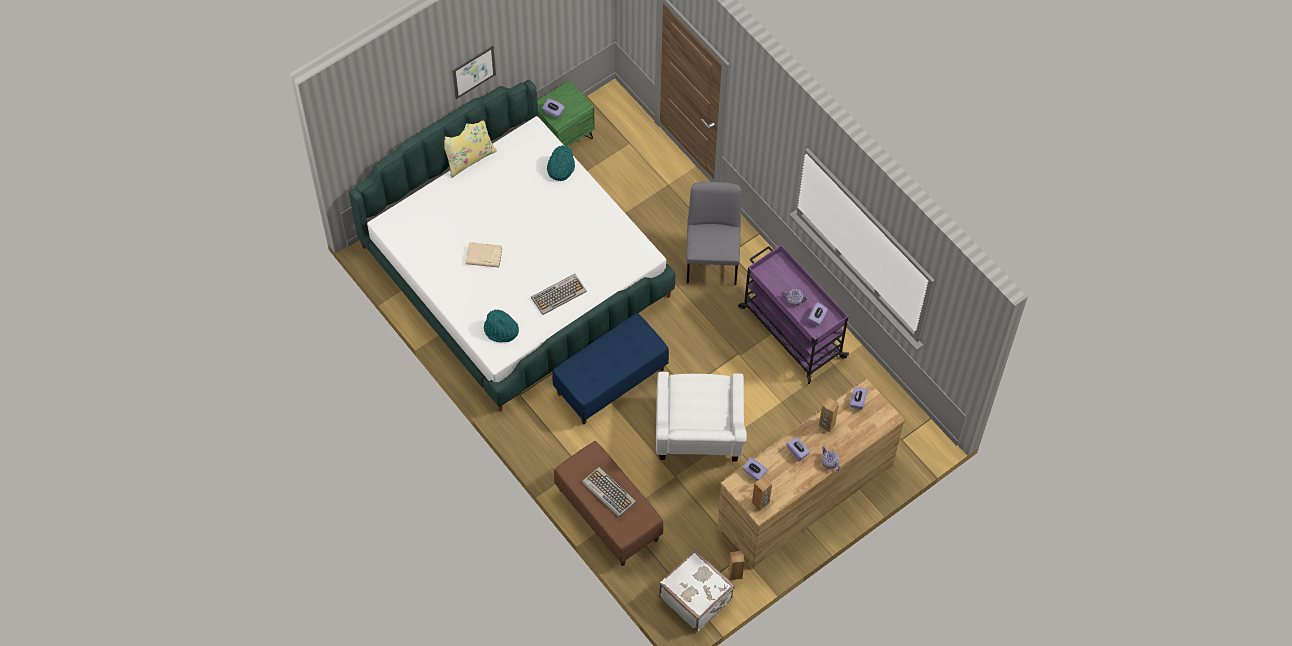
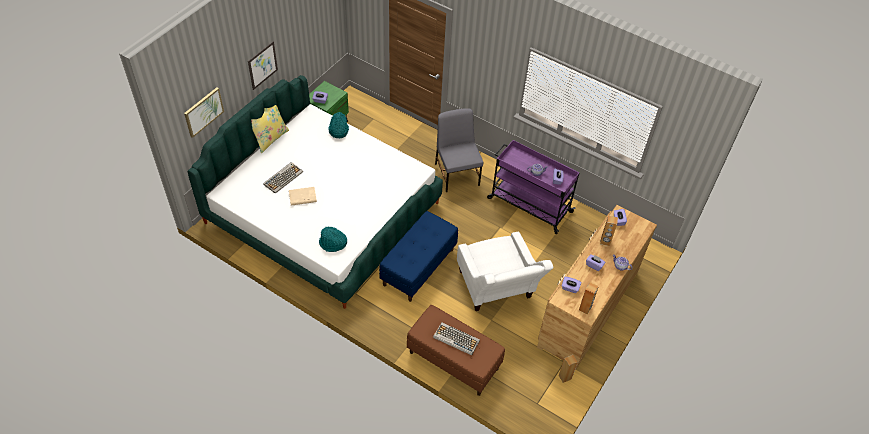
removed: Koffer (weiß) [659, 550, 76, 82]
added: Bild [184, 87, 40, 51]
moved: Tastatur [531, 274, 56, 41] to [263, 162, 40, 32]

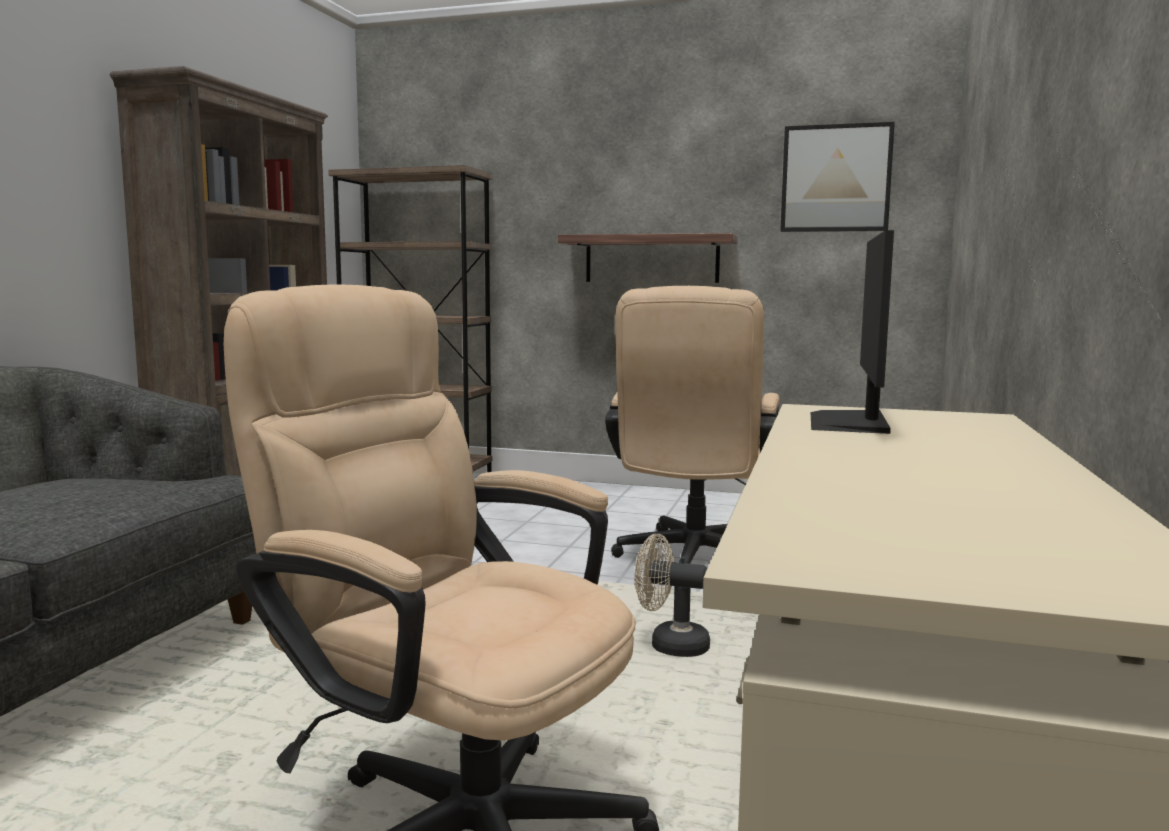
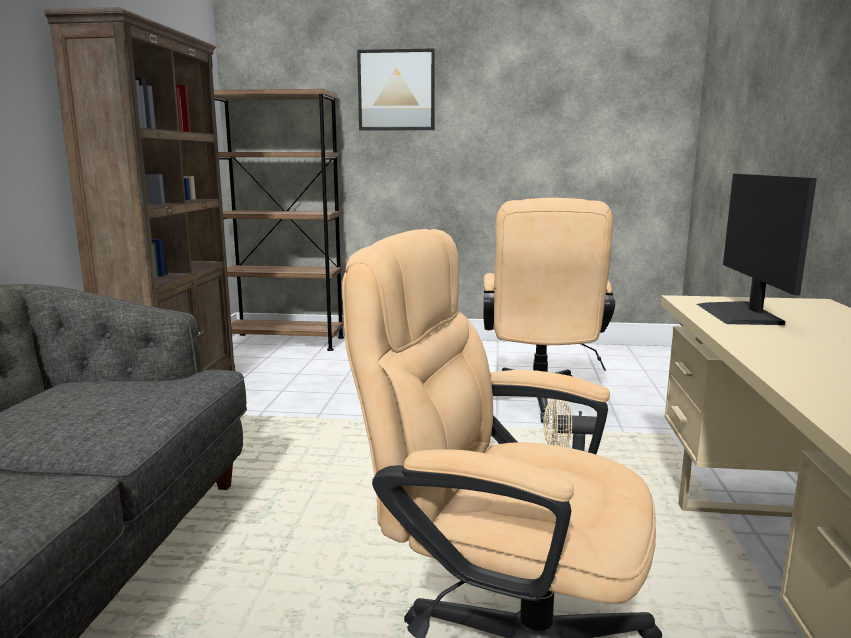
removed: Wandregal [558, 233, 180, 50]
moved: Bild [780, 122, 115, 110] to [357, 48, 78, 83]

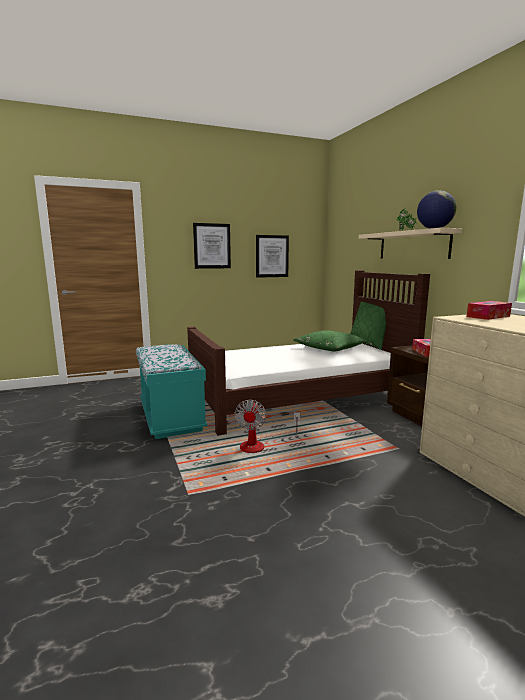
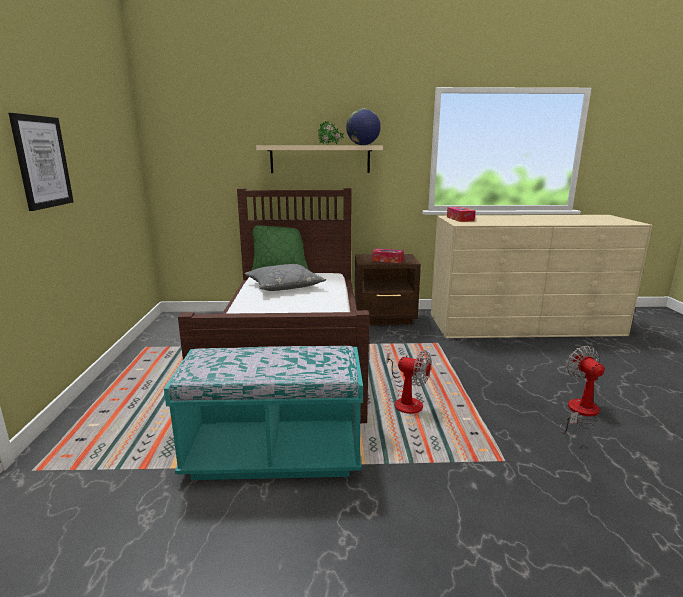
removed: Bild [256, 235, 33, 43]
added: Ventilator [560, 346, 45, 88]
recoloured: Kissen (grün) [293, 330, 75, 21] to Kissen (grau) [245, 264, 81, 27]

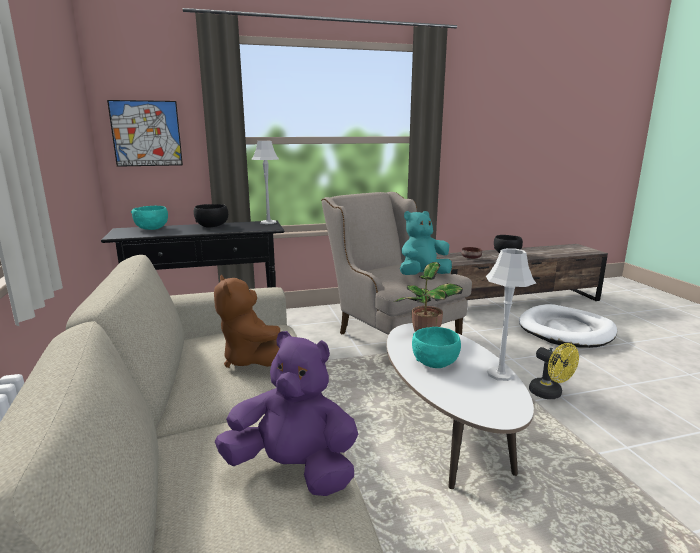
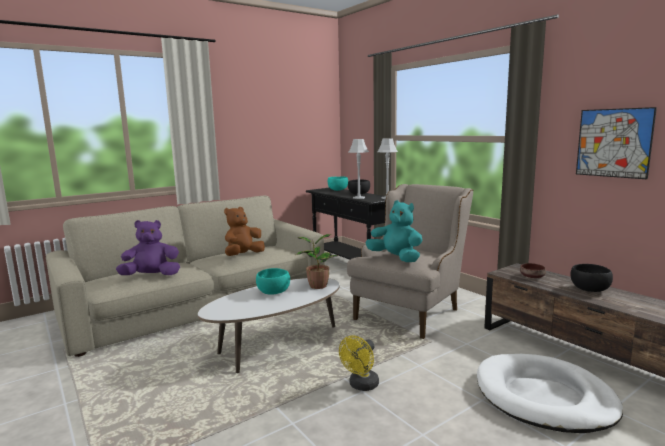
moved: Bild [107, 100, 76, 67] to [576, 107, 81, 72]; Tischlampe (grau) [486, 248, 50, 133] to [349, 139, 20, 60]
turned: Plüschtier (lila) [215, 331, 143, 165] = [116, 220, 64, 55] 105 degrees counterclockwise

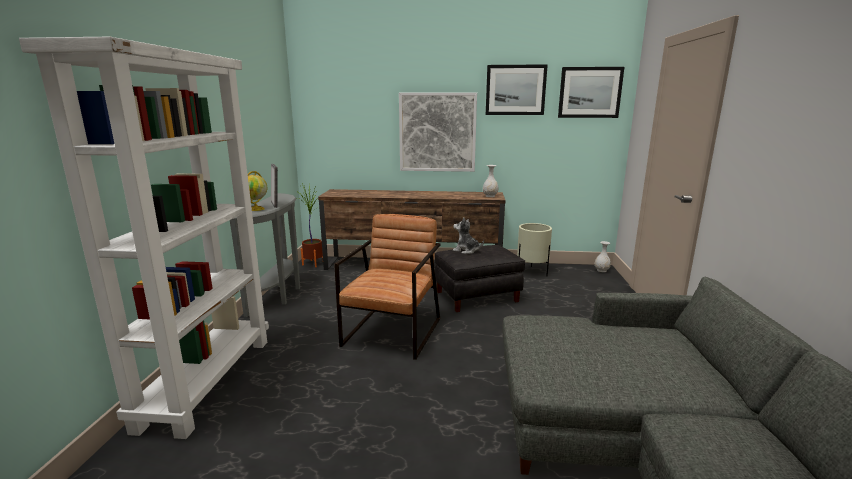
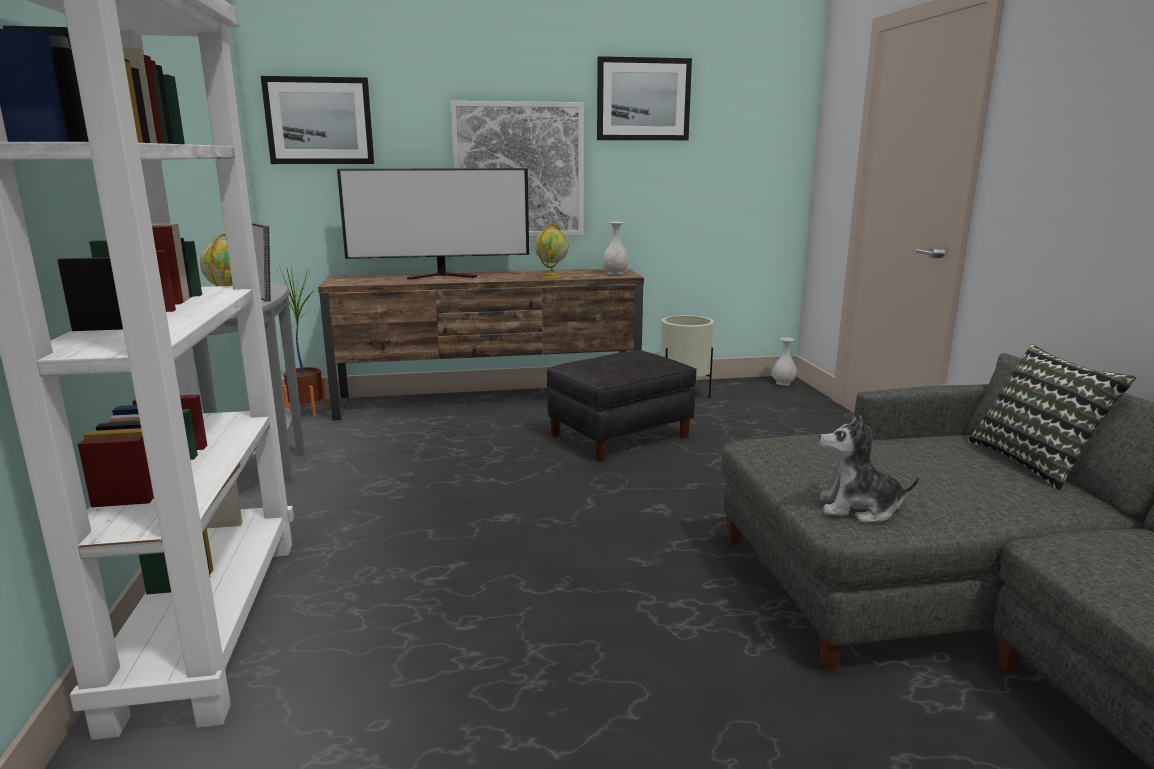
removed: Sessel (braun) [334, 214, 106, 146]
added: Fernseher [337, 168, 192, 112]; Globus [535, 224, 34, 54]; Kissen [968, 345, 168, 146]
moved: Plüschtier [453, 217, 31, 37] to [819, 415, 101, 108]; Bild [558, 67, 66, 51] to [261, 76, 113, 88]

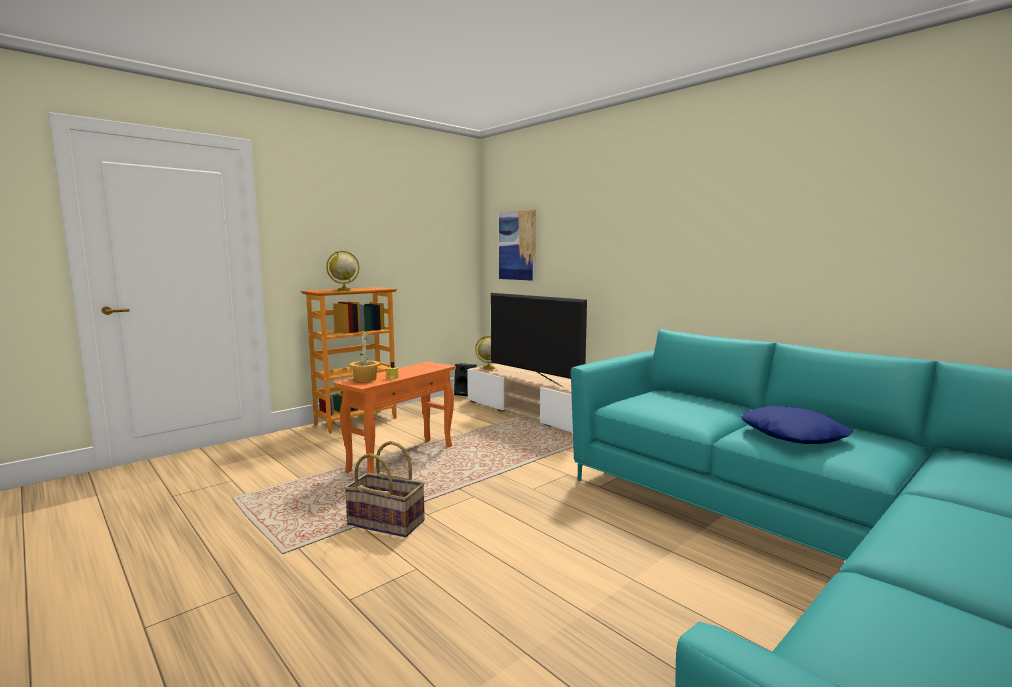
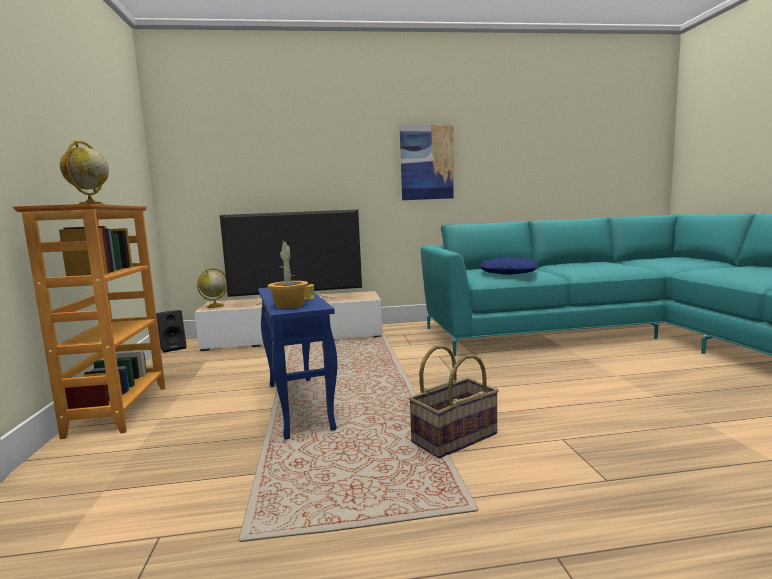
moved: Bild [499, 209, 37, 72] to [400, 124, 55, 76]; Kissen (blau) [741, 406, 112, 38] to [480, 257, 58, 18]
recoloured: Beistelltisch (orange) [334, 362, 122, 112] to Beistelltisch (blau) [258, 288, 79, 151]

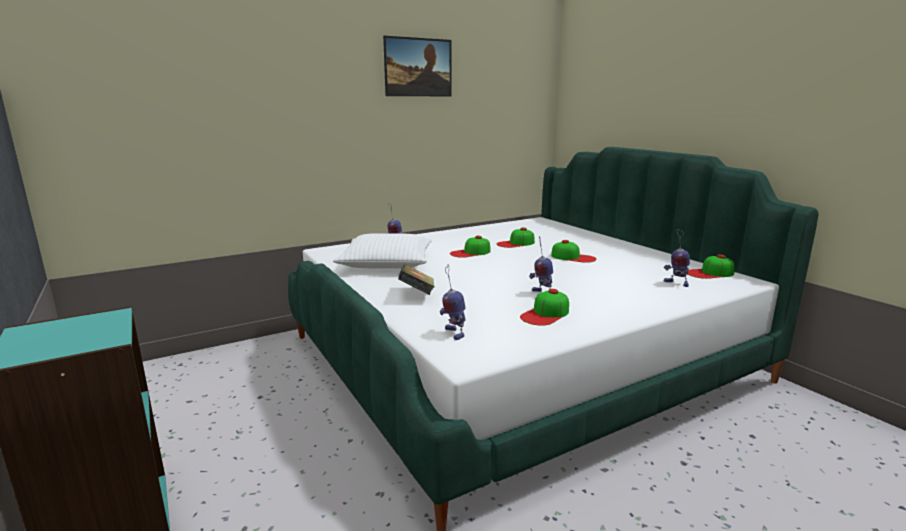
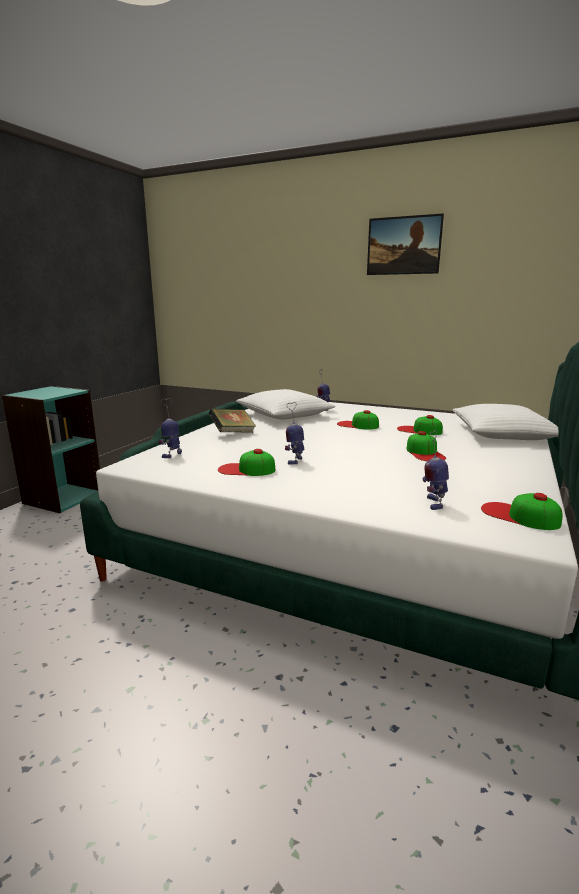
added: Kissen (weiß) [453, 404, 106, 36]

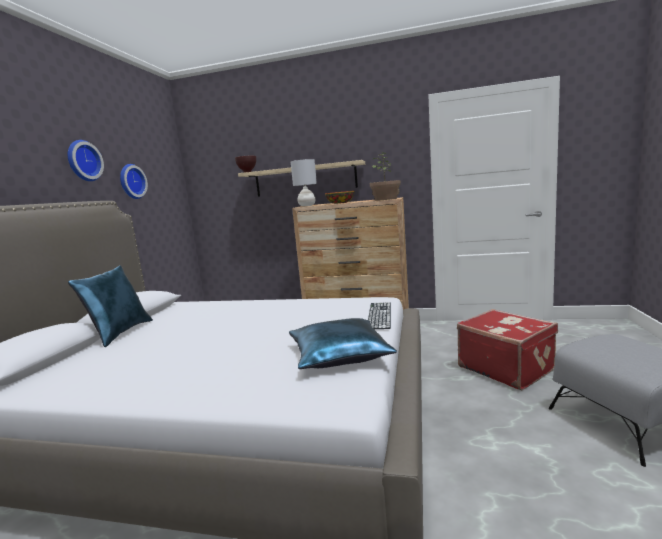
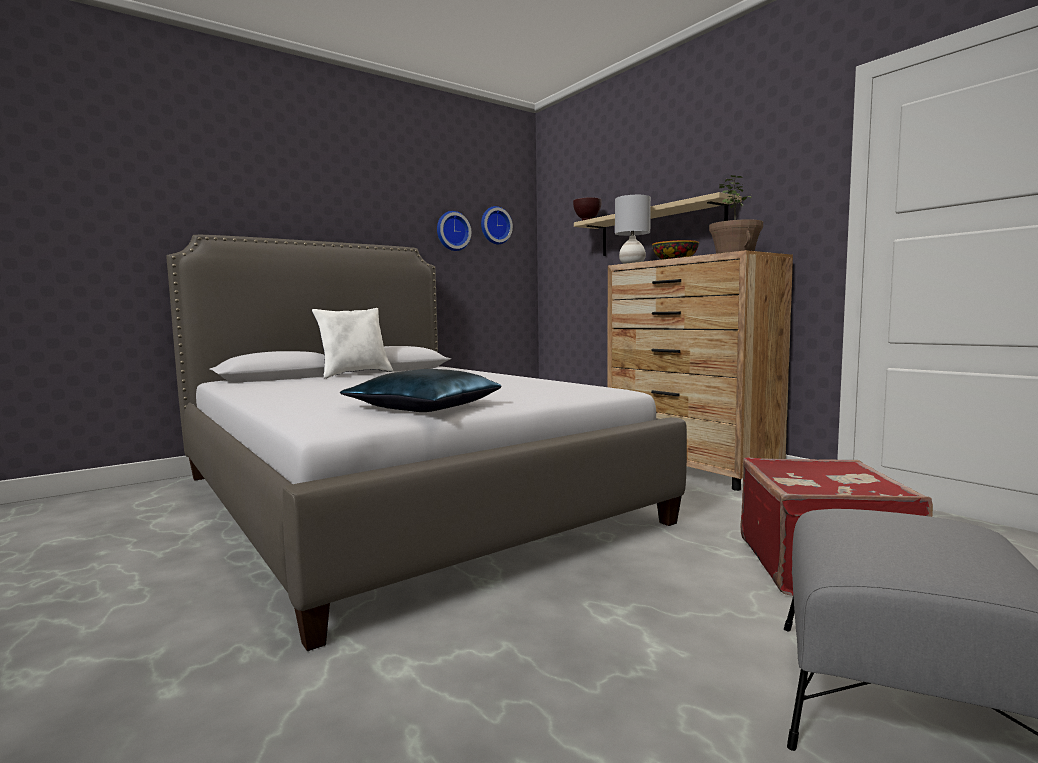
removed: Tastatur [368, 302, 23, 27]
moved: Wanduhr [68, 140, 36, 41] to [481, 206, 32, 38]
recoloured: Kissen (blau) [68, 265, 85, 82] to Kissen (weiß) [312, 308, 81, 70]

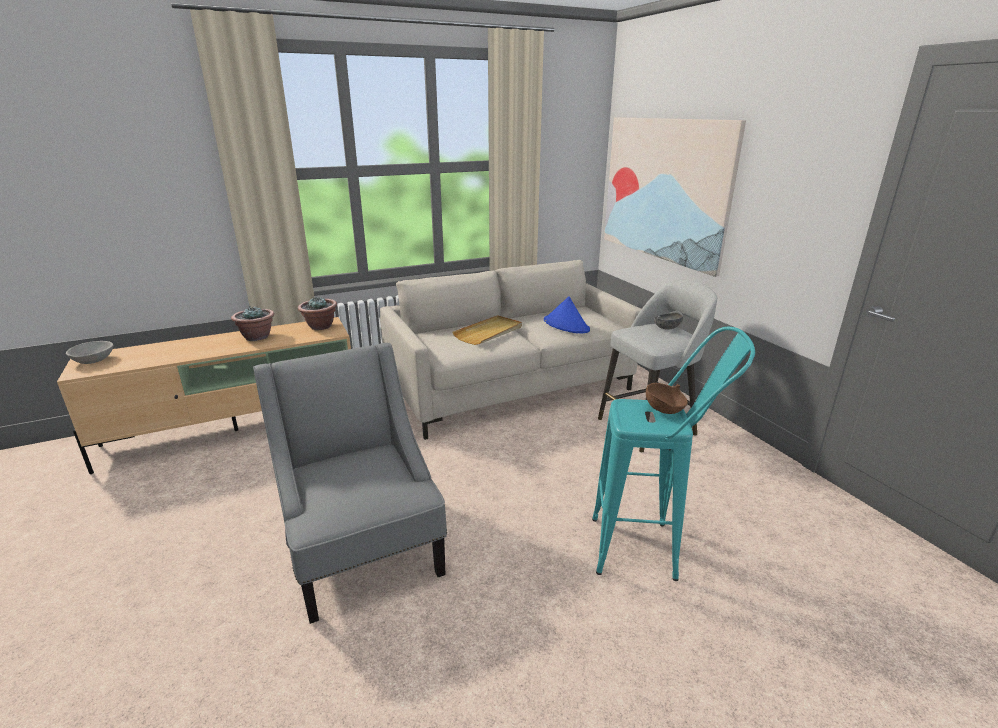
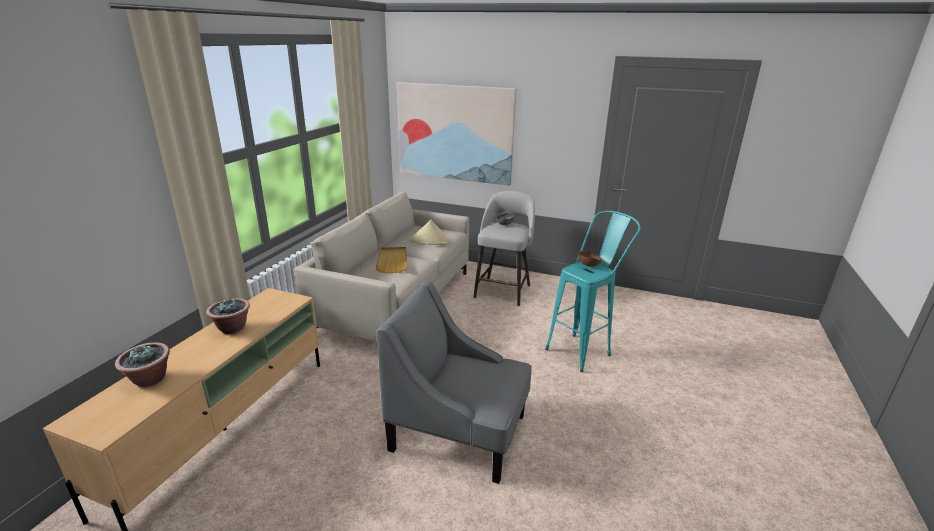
removed: Schüssel (grau) [66, 341, 47, 23]
moved: Topfpflanze [298, 296, 39, 34] to [115, 342, 55, 45]
recoloured: Hut (blau) [544, 296, 46, 38] to Hut (beige) [410, 219, 41, 26]

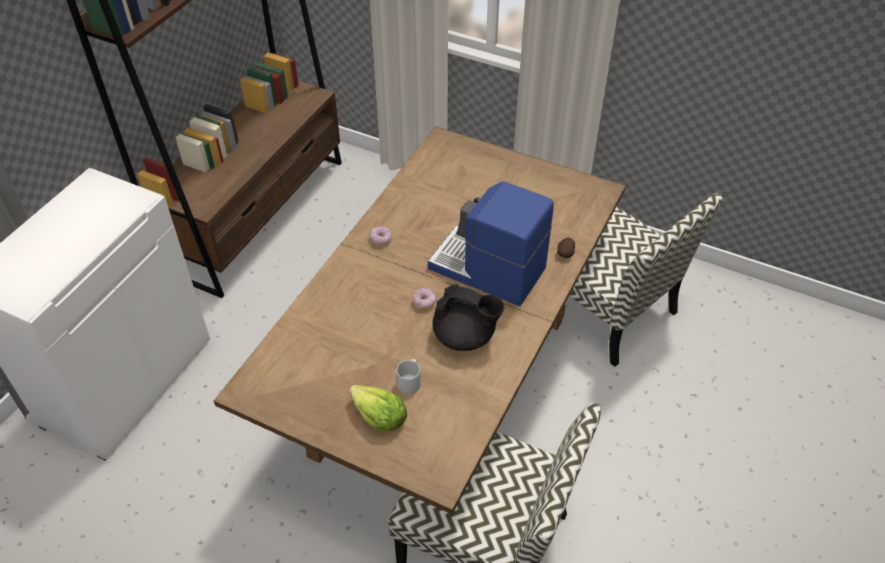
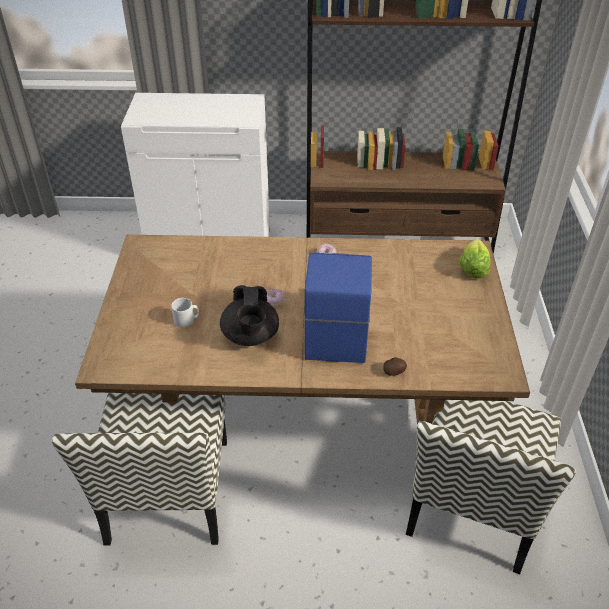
moved: Salatkopf [349, 385, 58, 46] to [459, 239, 32, 39]

